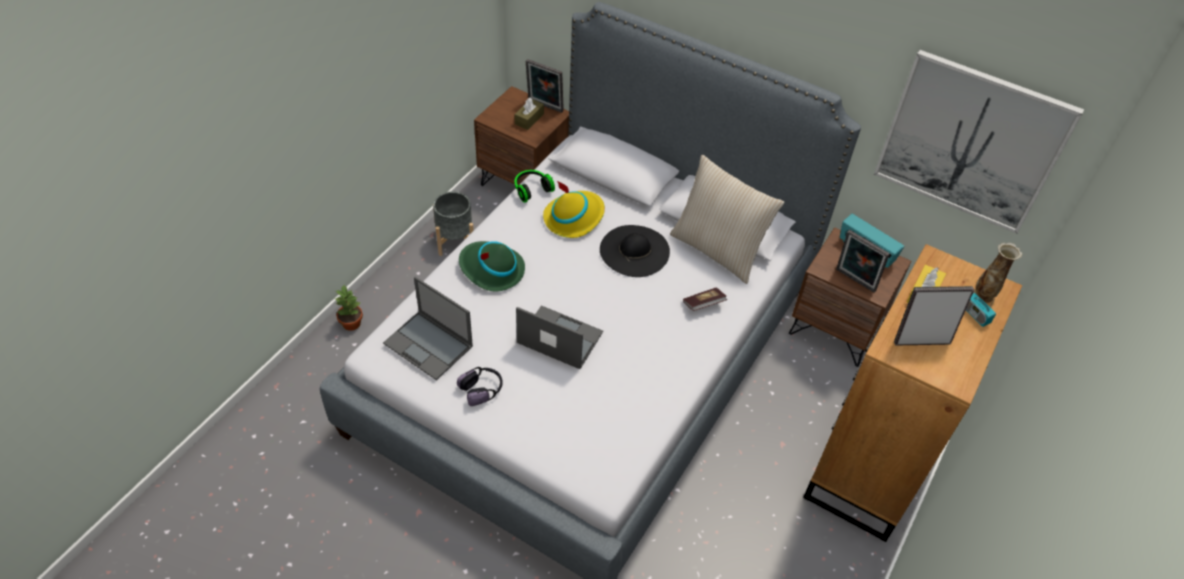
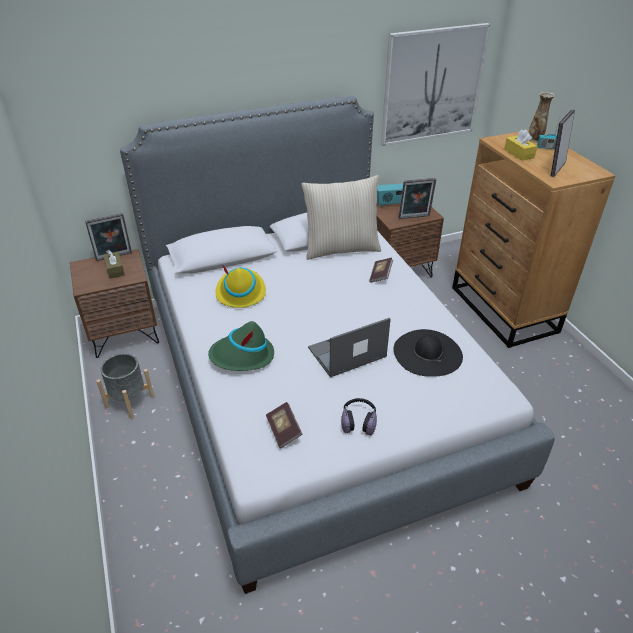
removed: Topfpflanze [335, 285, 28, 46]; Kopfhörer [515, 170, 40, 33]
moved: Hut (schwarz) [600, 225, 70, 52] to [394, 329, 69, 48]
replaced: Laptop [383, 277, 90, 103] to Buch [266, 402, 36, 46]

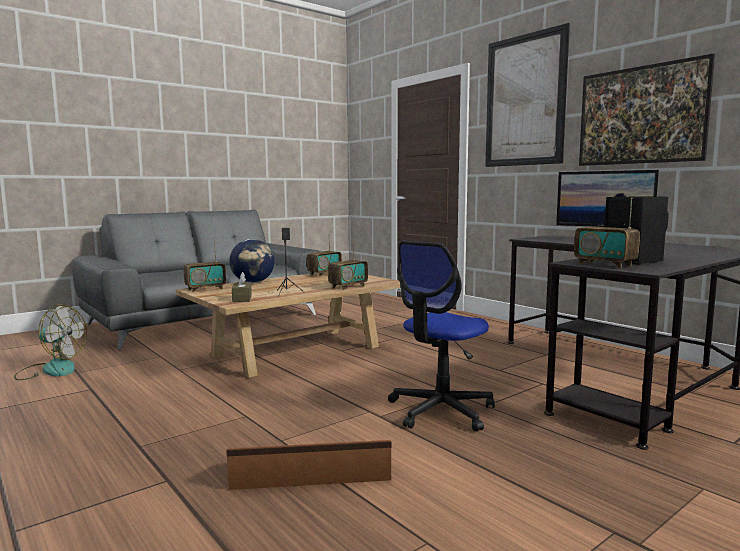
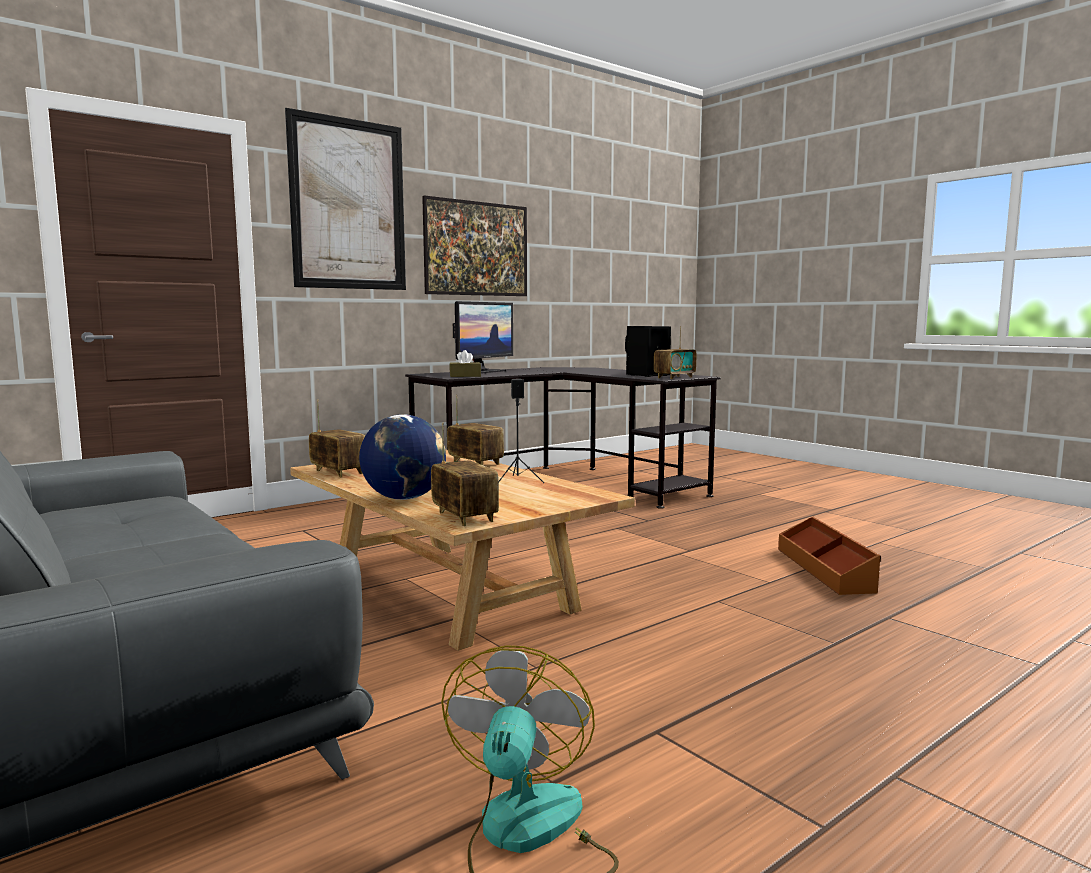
removed: Bürostuhl [388, 241, 107, 191]
moved: Taschentuchbox (braun) [232, 272, 20, 30] to [449, 350, 32, 27]

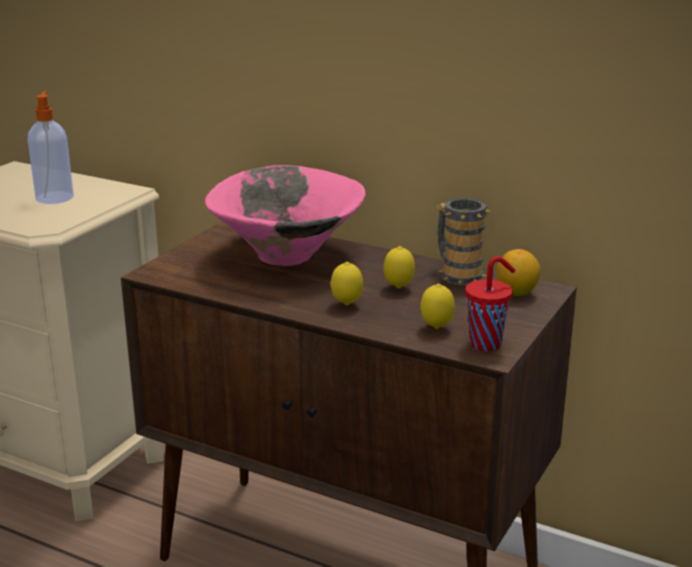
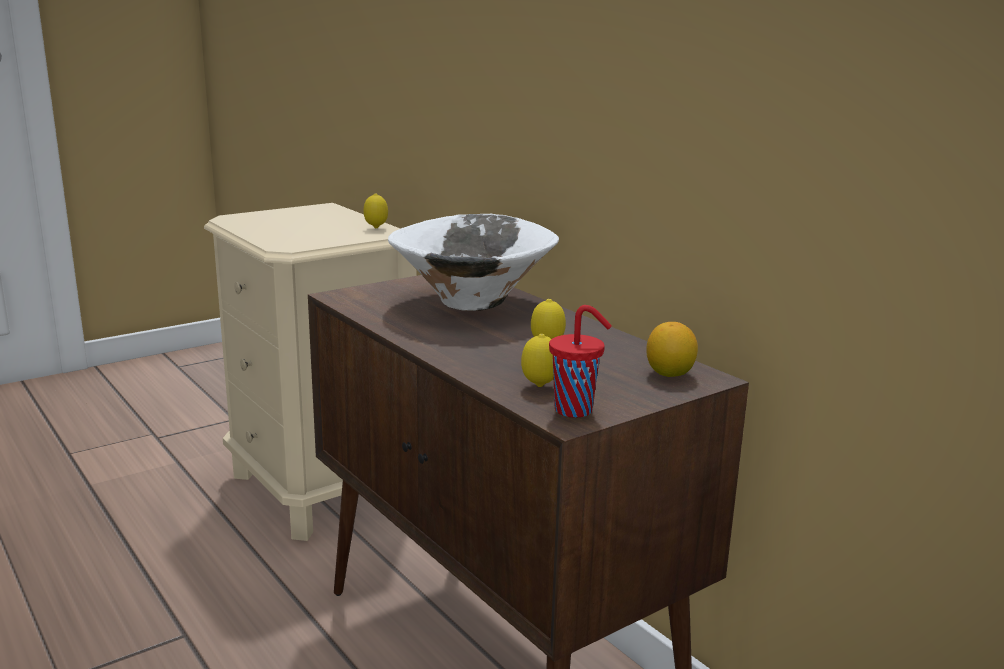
removed: Seifenspender [28, 91, 46, 113]; Henkelbecher [436, 198, 55, 88]
moved: Zitrone [331, 262, 32, 43] to [363, 194, 25, 34]
recoloured: Schüssel (rosa) [205, 165, 161, 101] to Schüssel (weiß) [388, 214, 171, 97]

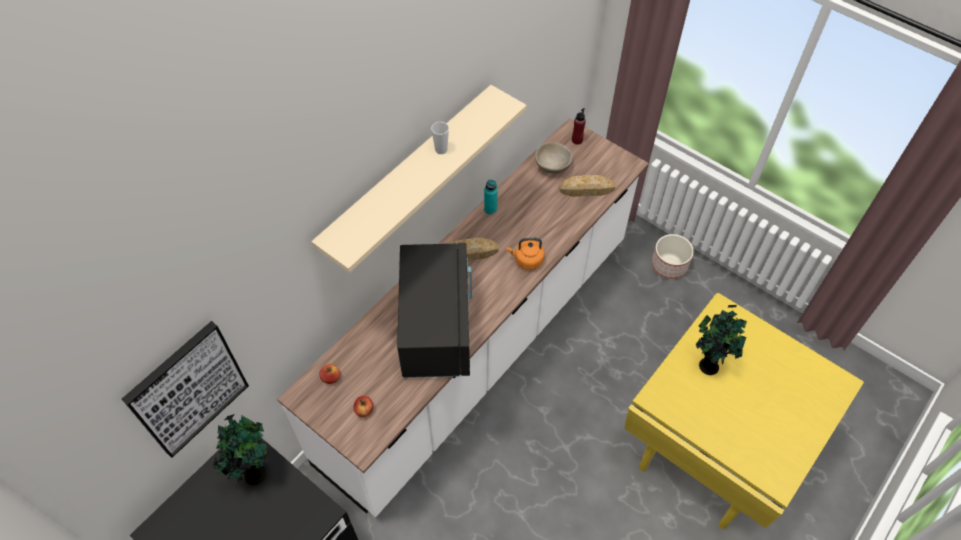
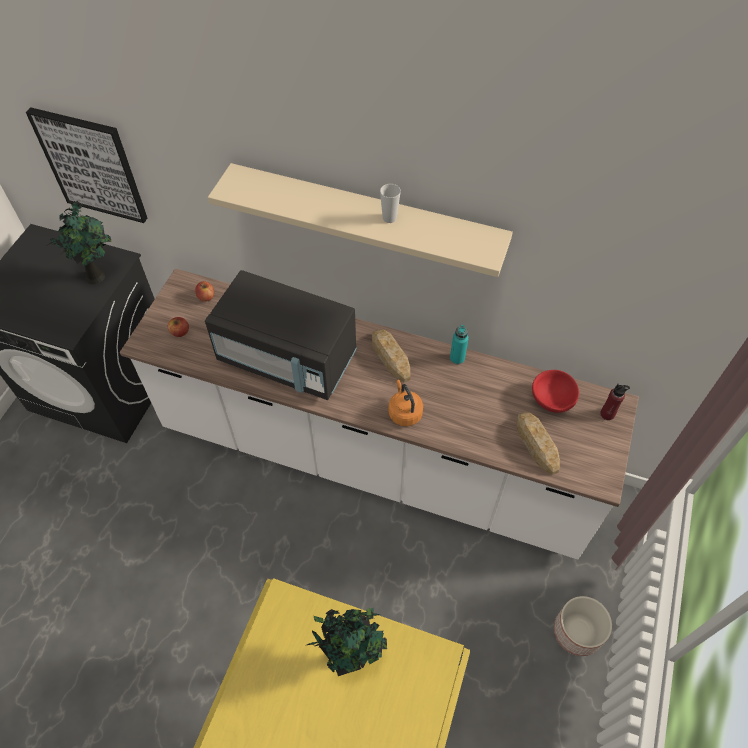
recoloured: Schüssel (beige) [535, 142, 38, 31] to Schüssel (rot) [532, 370, 47, 43]
turned: Mikrowelle (schwarz) [397, 243, 75, 135] = [205, 270, 152, 130] 45 degrees clockwise

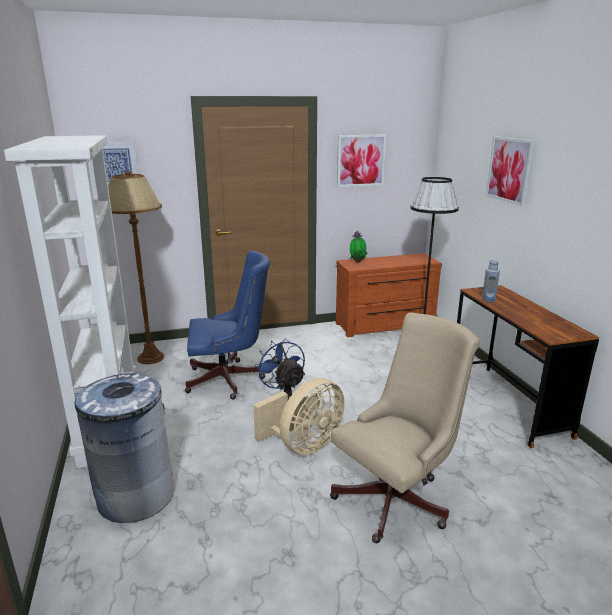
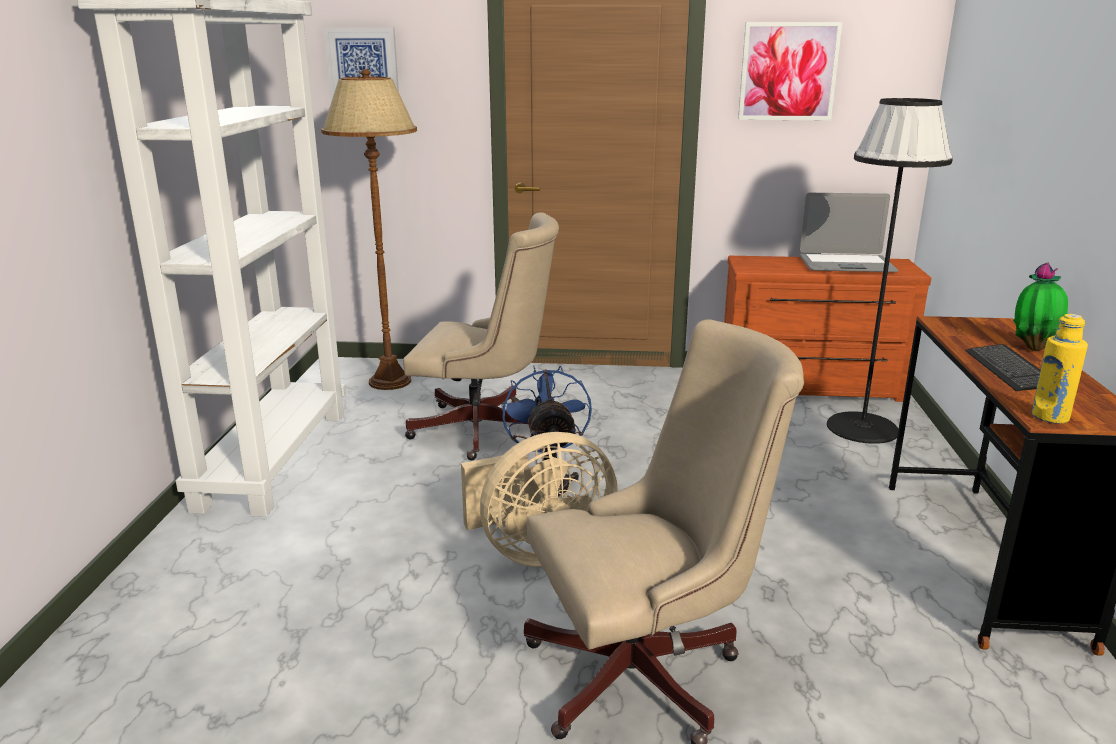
removed: Mülleimer (grau) [75, 373, 99, 150]; Flasche (blau) [482, 259, 18, 43]; Bild [486, 136, 49, 70]
added: Laptop [800, 193, 98, 79]; Tastatur [966, 344, 74, 47]; Flasche (gelb) [1031, 314, 57, 110]
moved: Topfpflanze [350, 231, 17, 32] to [1013, 263, 55, 88]
recoloured: Bürostuhl (blau) [185, 251, 85, 149] to Bürostuhl (beige) [403, 212, 156, 248]

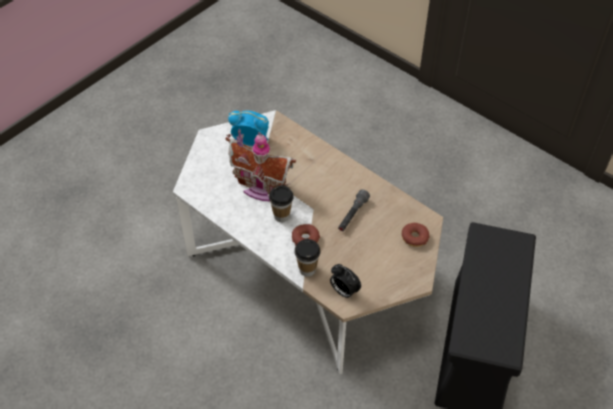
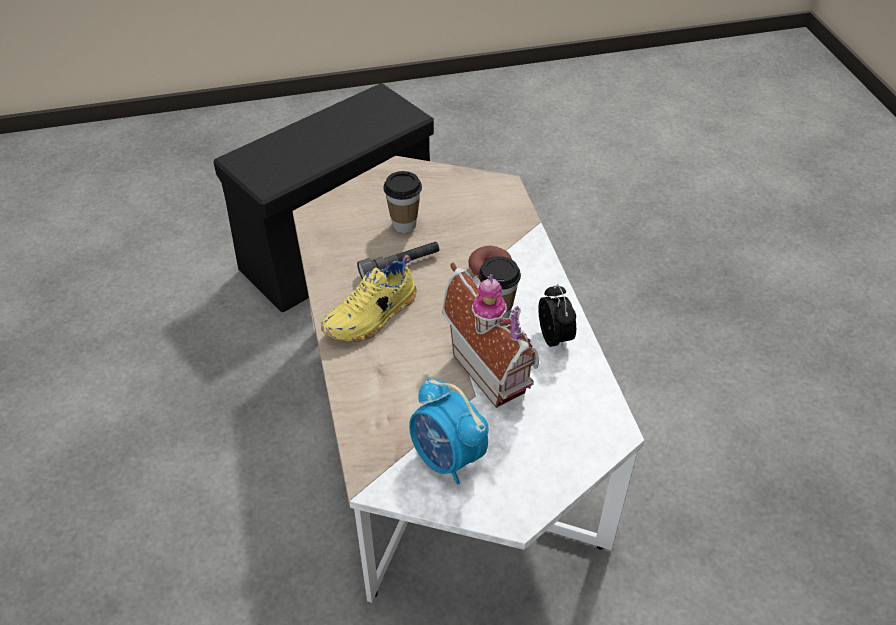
removed: Donut [402, 223, 27, 24]
added: Schuh (gelb) [321, 254, 95, 88]
moved: Tasse [294, 239, 27, 38] to [383, 171, 39, 62]; Wecker [330, 264, 31, 34] to [538, 284, 38, 66]

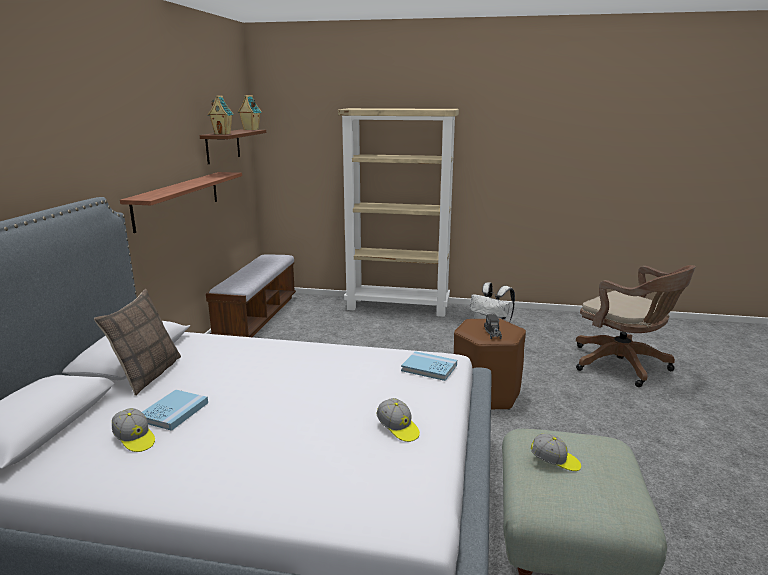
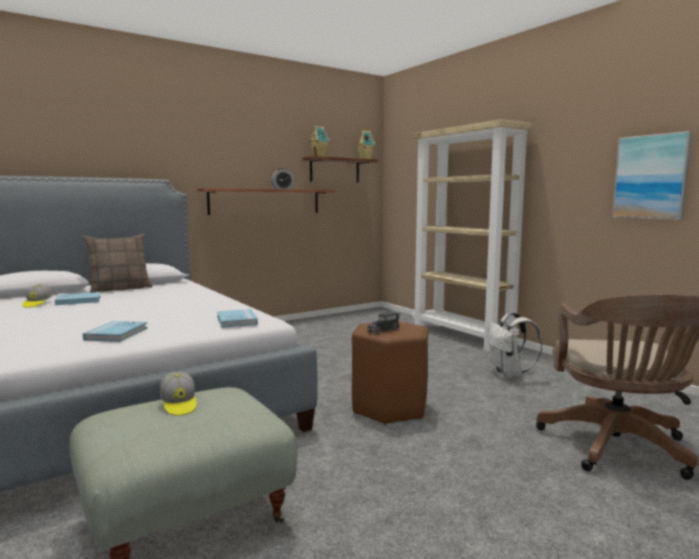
removed: Bank [206, 255, 90, 82]
added: Wecker [271, 168, 23, 21]; Bild [612, 131, 80, 89]
replaced: Kappe [376, 398, 44, 44] to Buch (blau) [83, 321, 65, 21]

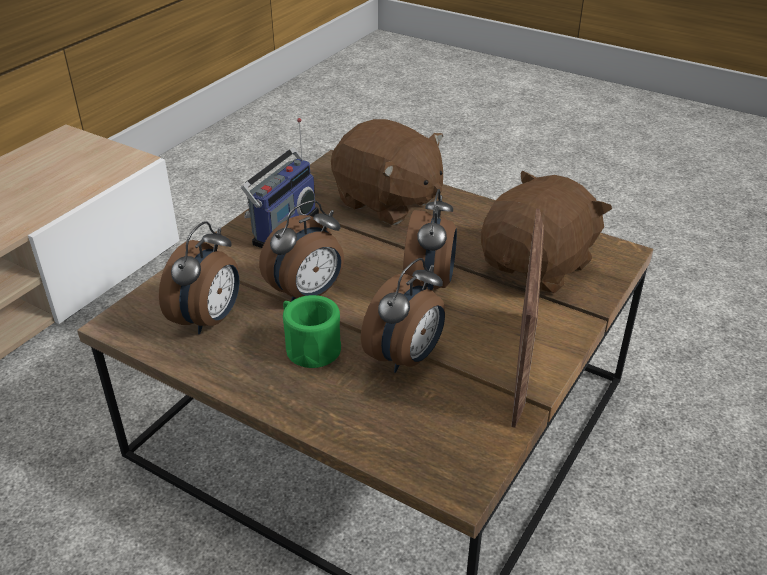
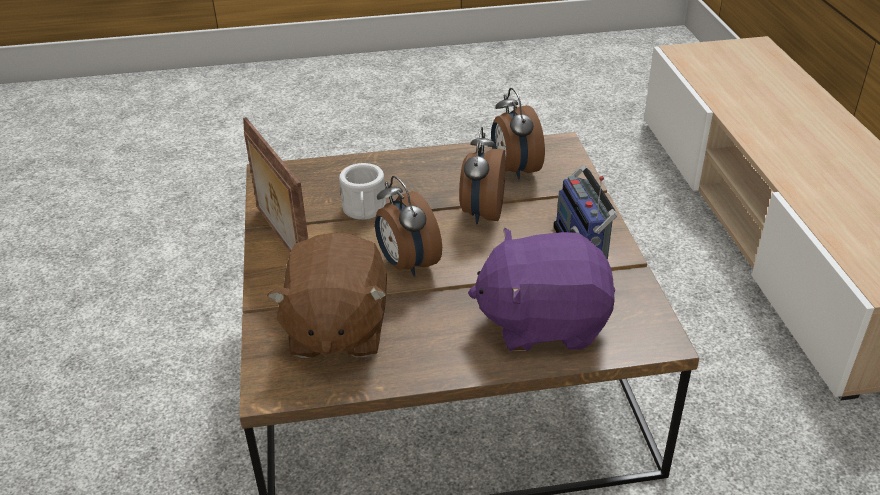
removed: Henkelbecher (grün) [283, 295, 58, 73]
replaced: Wecker [361, 258, 84, 115] to Henkelbecher (weiß) [339, 163, 47, 57]
recoloured: Plüschtier (braun) [331, 119, 112, 106] to Plüschtier (lila) [468, 228, 147, 123]

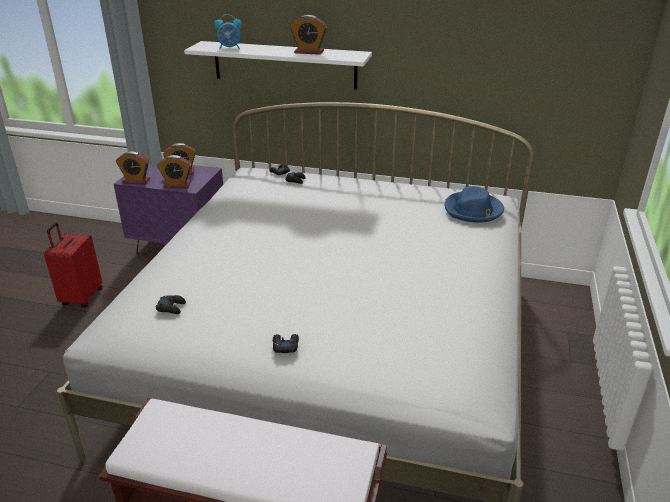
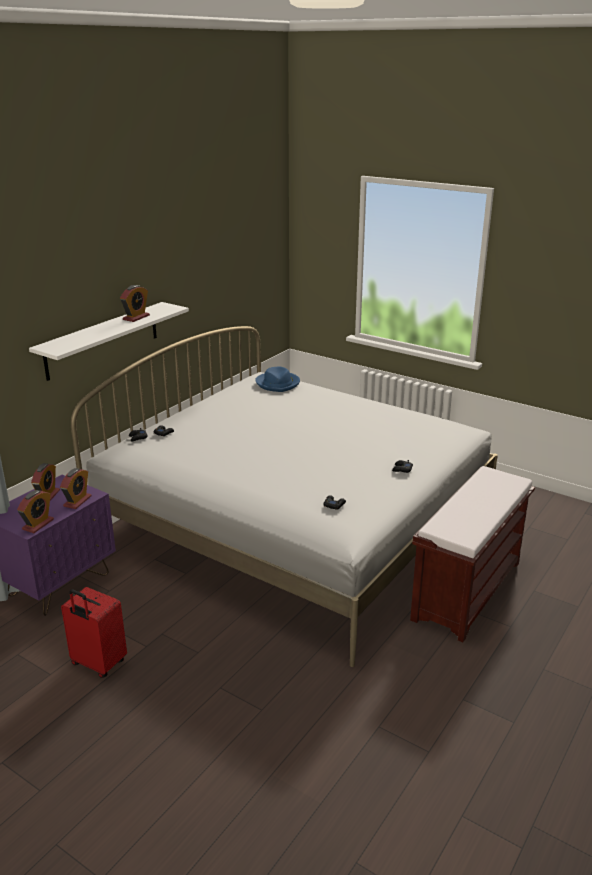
removed: Wecker [214, 14, 28, 36]

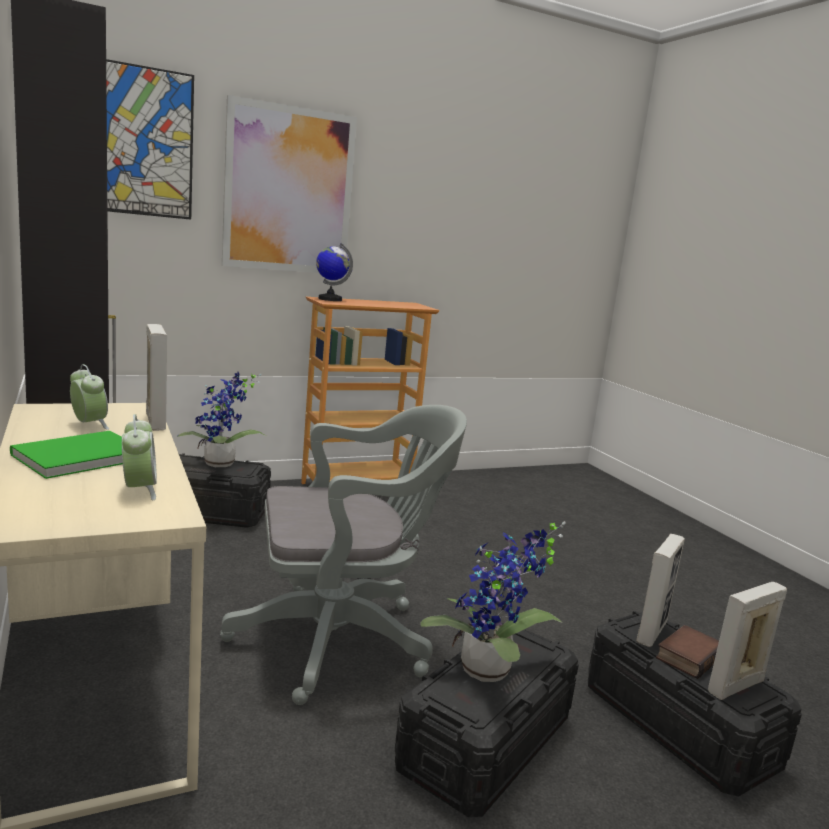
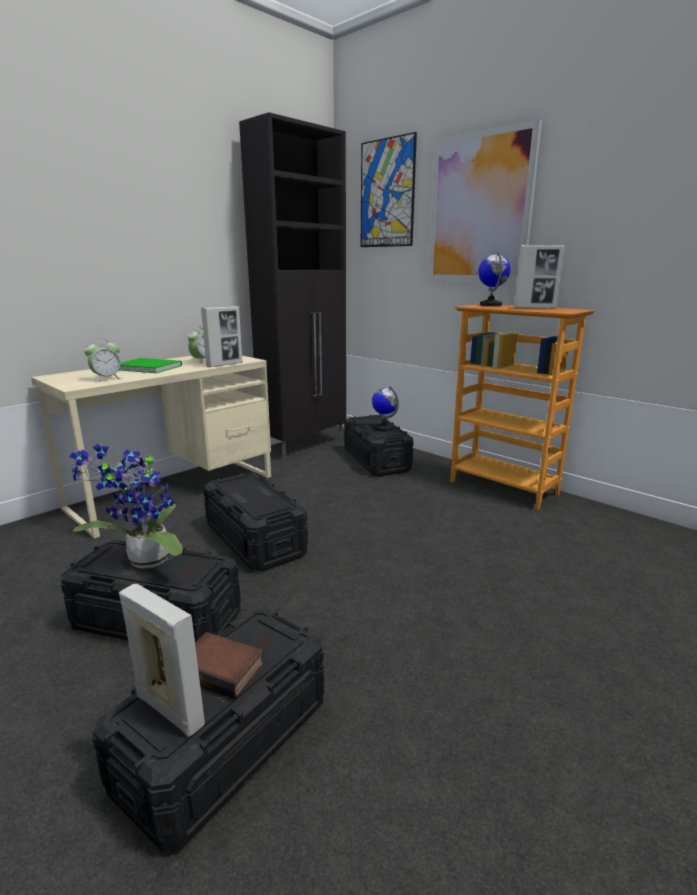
moved: Bilderrahmen [636, 534, 49, 113] to [514, 245, 51, 64]
replaced: Topfpflanze [177, 372, 91, 95] to Globus [372, 386, 27, 46]; Bürostuhl (grau) [220, 405, 247, 300] to Aufbewahrungsbox (schwarz) [203, 472, 105, 99]

